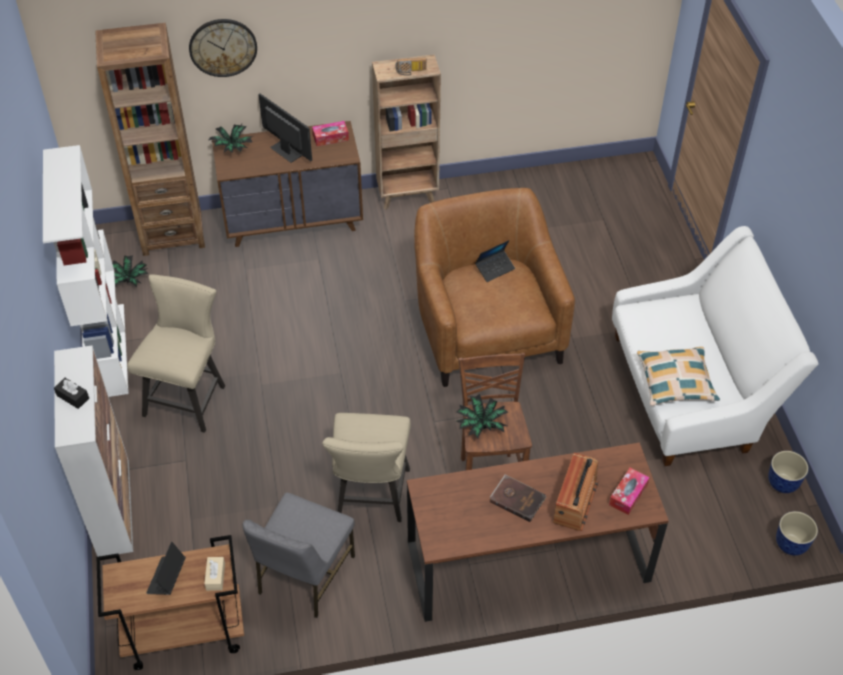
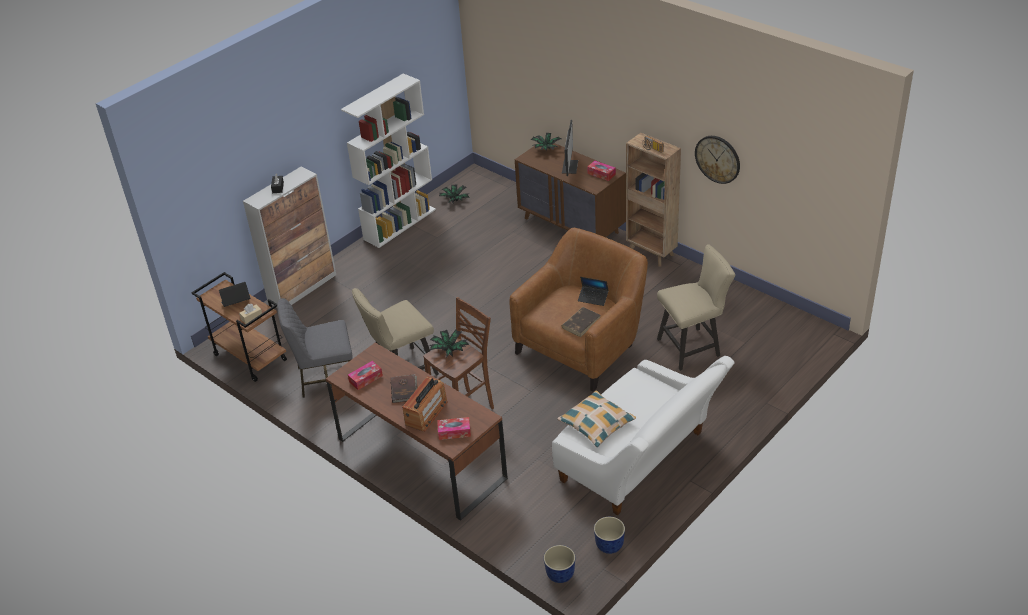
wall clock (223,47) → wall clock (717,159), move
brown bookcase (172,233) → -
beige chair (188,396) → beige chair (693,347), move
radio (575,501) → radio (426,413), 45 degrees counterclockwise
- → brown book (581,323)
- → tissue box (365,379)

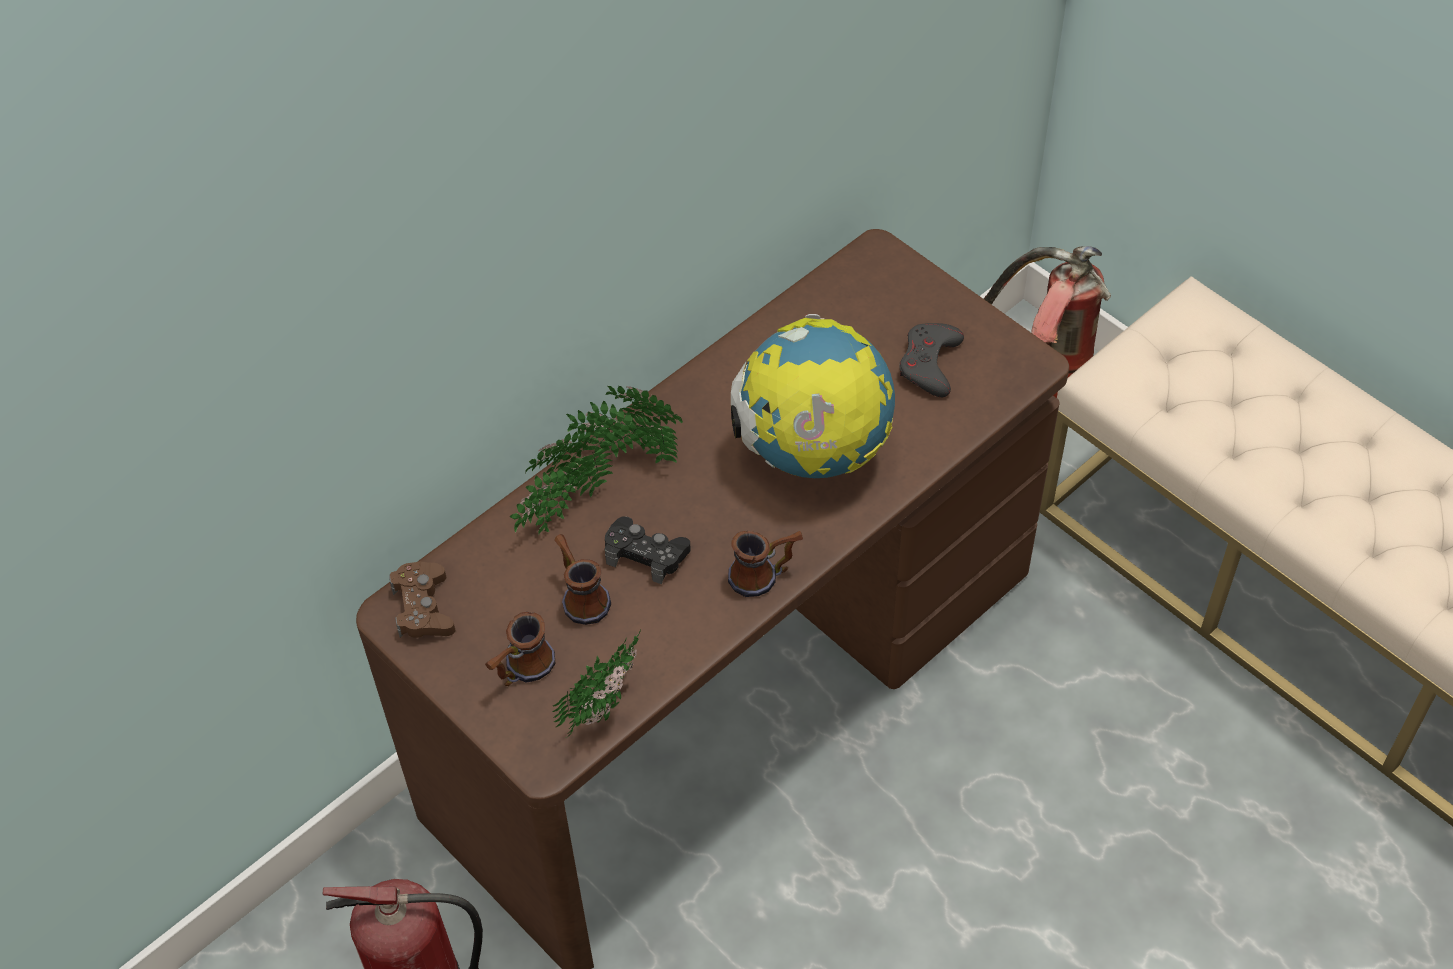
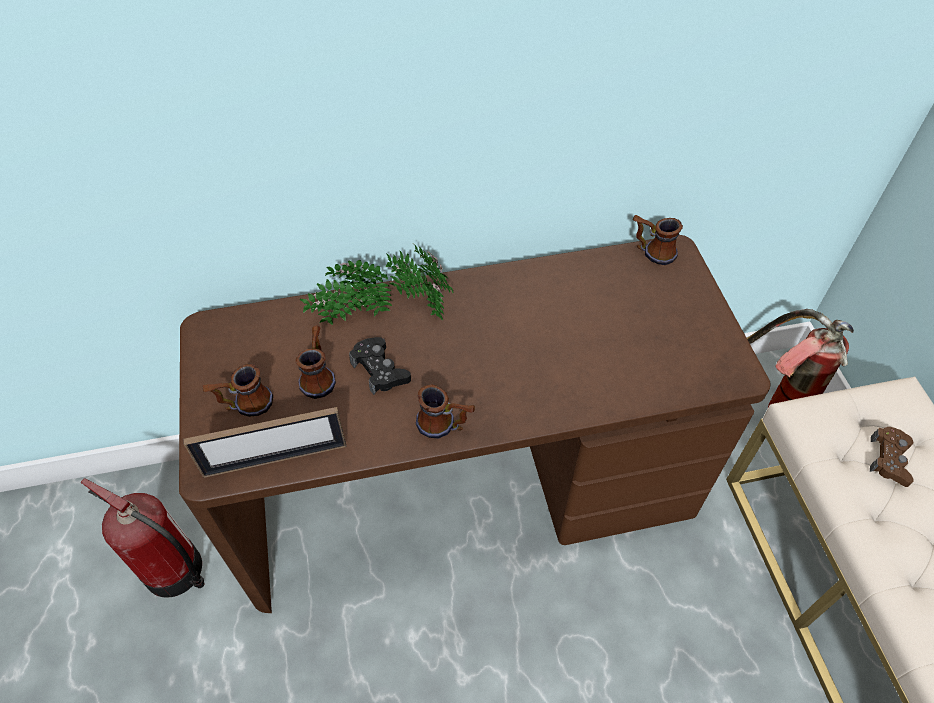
globe (813,450) → -
grey game controller (929,364) → -
brown game controller (423,608) → brown game controller (889,459), move
potted plant (608,706) → picture frame (275,459)
- → mug (651,251)

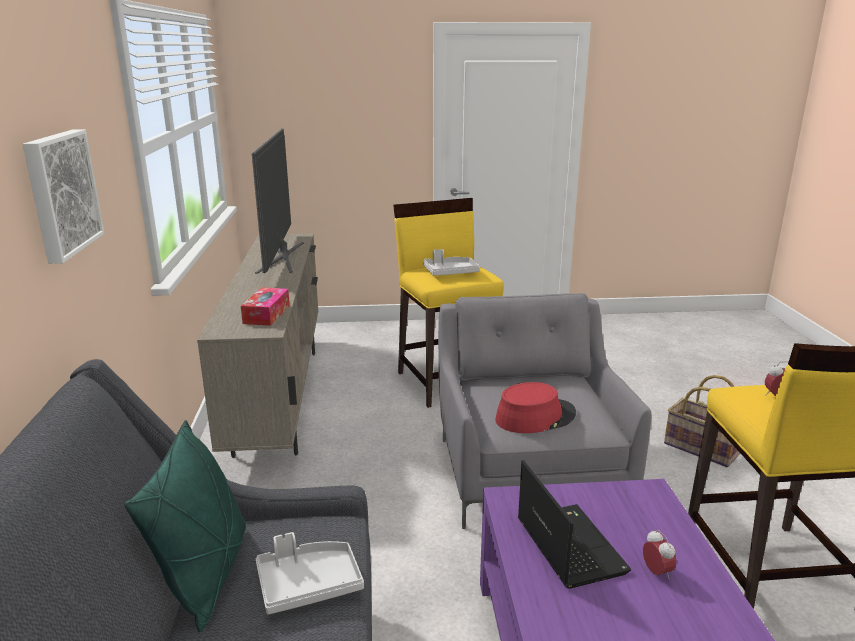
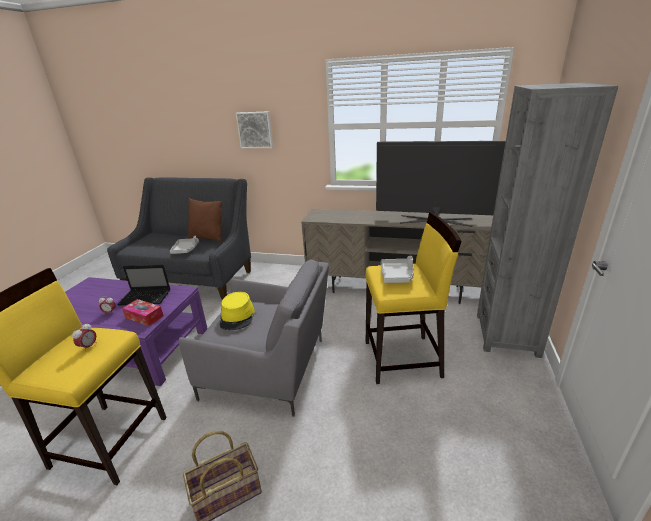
tissue box (266,314) → tissue box (144,317), move
red hat (535,417) → yellow hat (237,316)
green pillow (206,575) → brown pillow (207,238)
- → grey bookcase (507,335)

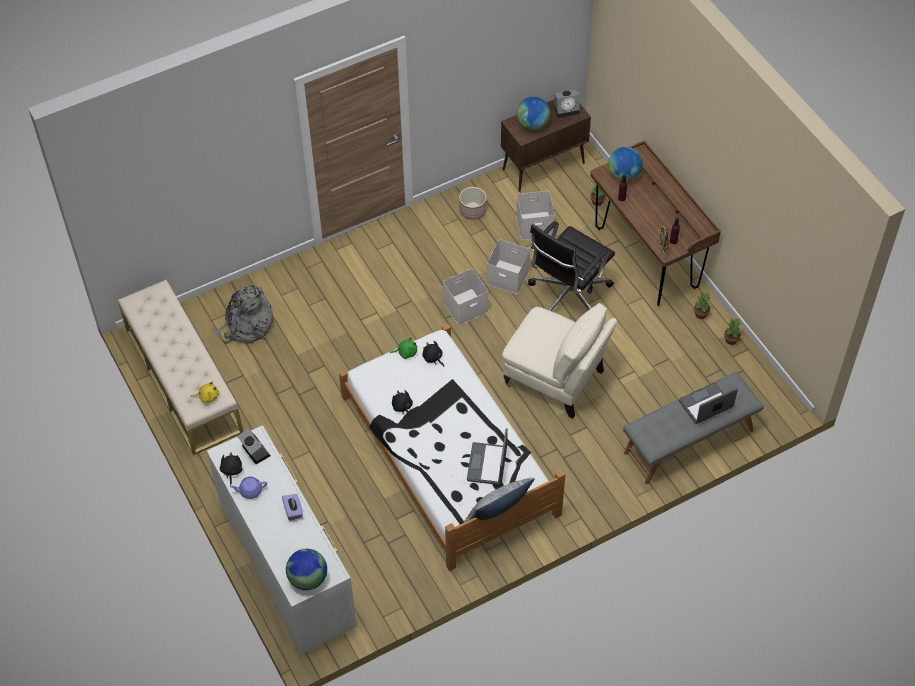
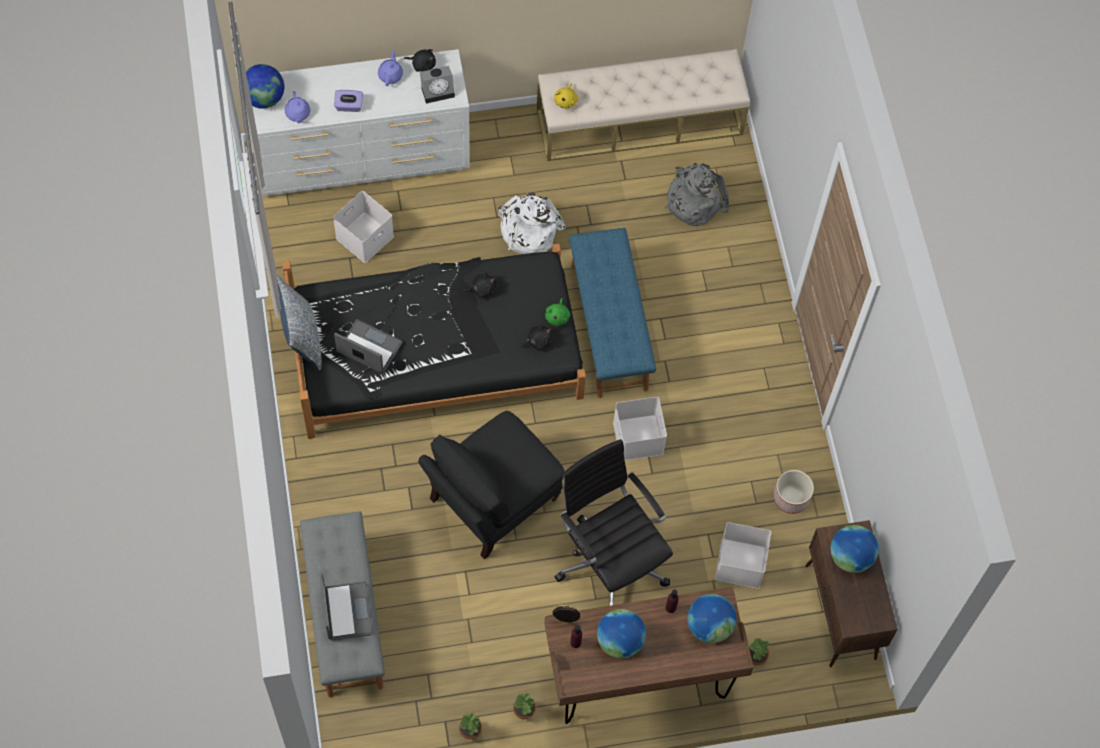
alarm clock (567,109) → -
white storage box (507,277) → white storage box (364,236), move
beige armchair (556,380) → black armchair (491,500)
white bed (449,454) → black bed (435,351)
- → purple teapot (298,114)
- → white backpack (528,230)
- → blue bench (608,326)
- → globe (619,641)

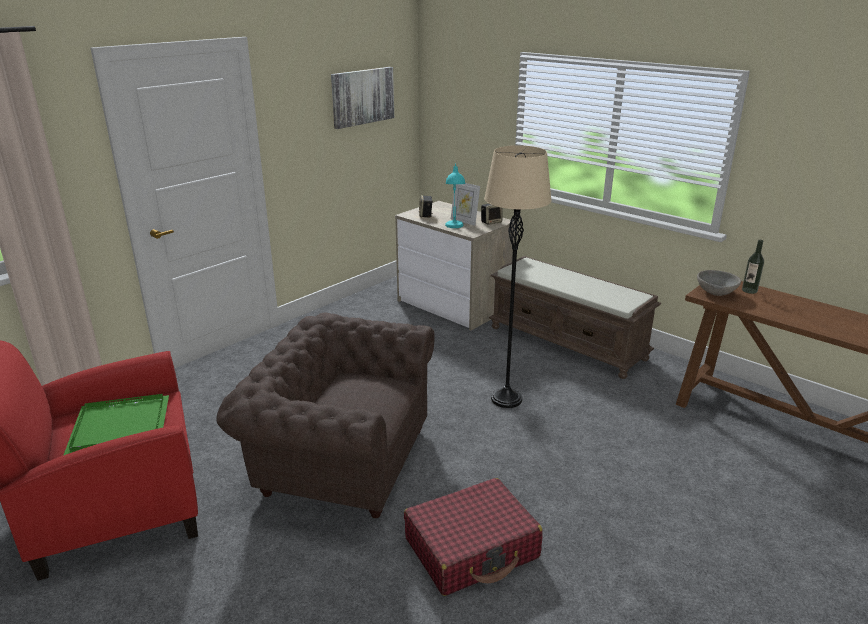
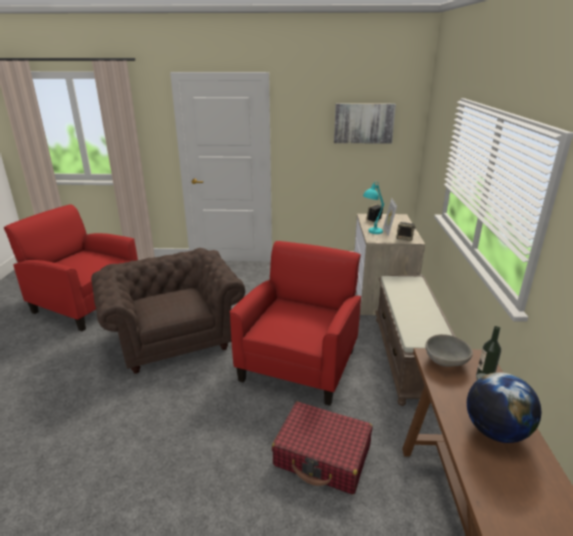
beige floor lamp (506,399) → red armchair (299,364)
green tray (122,426) → -
red suitcase (472,548) → red suitcase (322,456), move
- → globe (495,431)

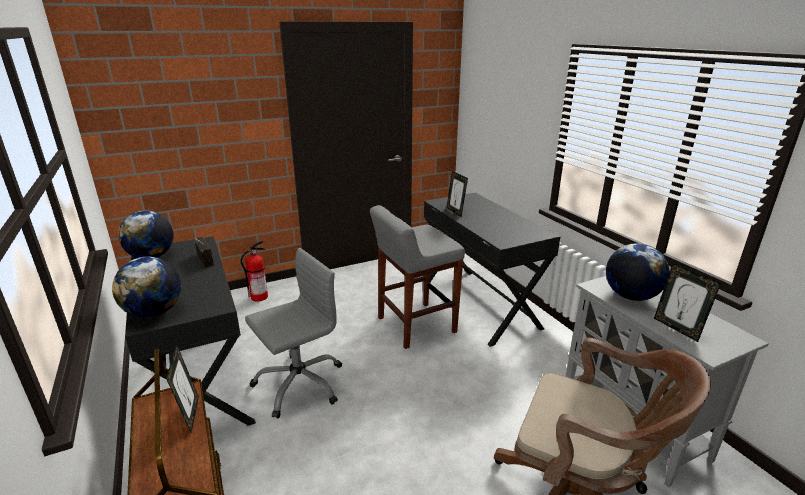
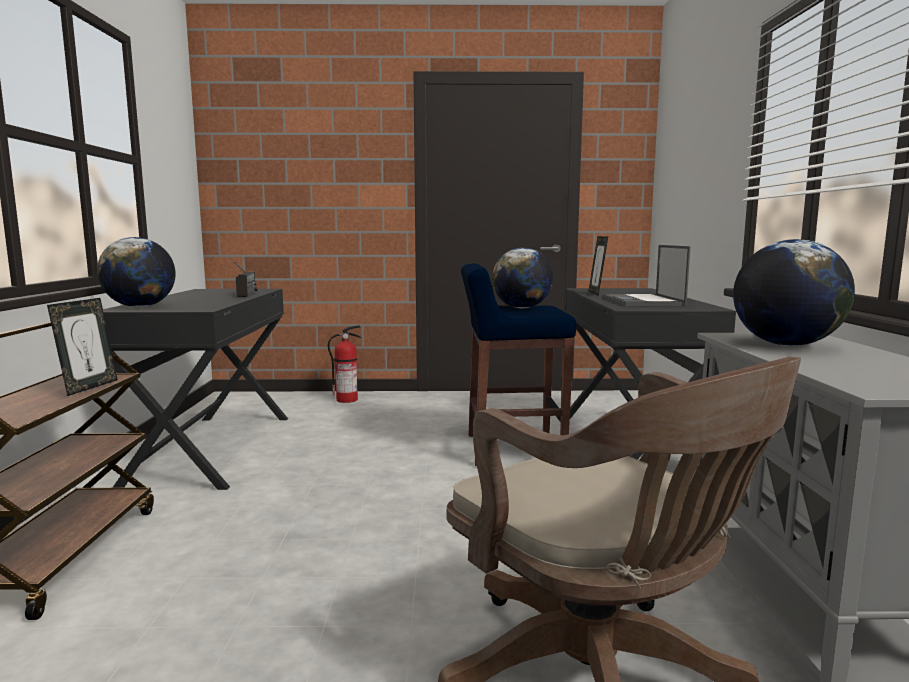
grey stool (415,325) → blue stool (512,449)
globe (152,257) → globe (522,308), move
grey office chair (299,383) → -
picture frame (677,328) → -
- → laptop (643,301)

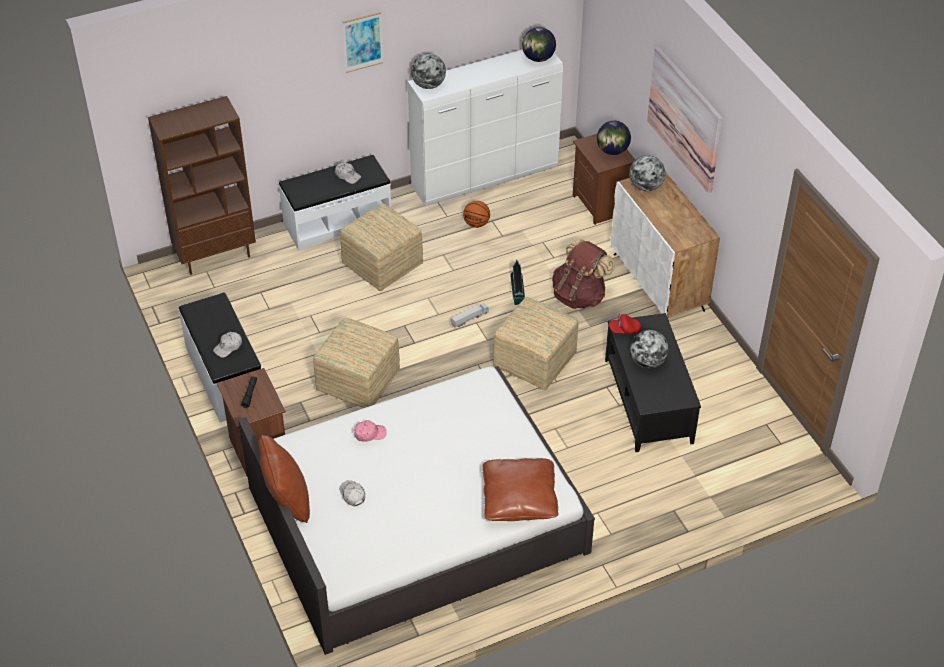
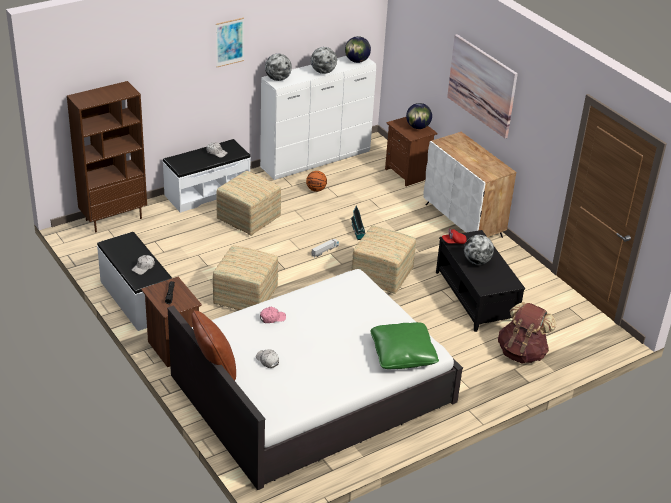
globe (645,187) → globe (323,72), move
brown backpack (579,296) → brown backpack (522,353), move
brown pillow (519,499) → green pillow (403,355)

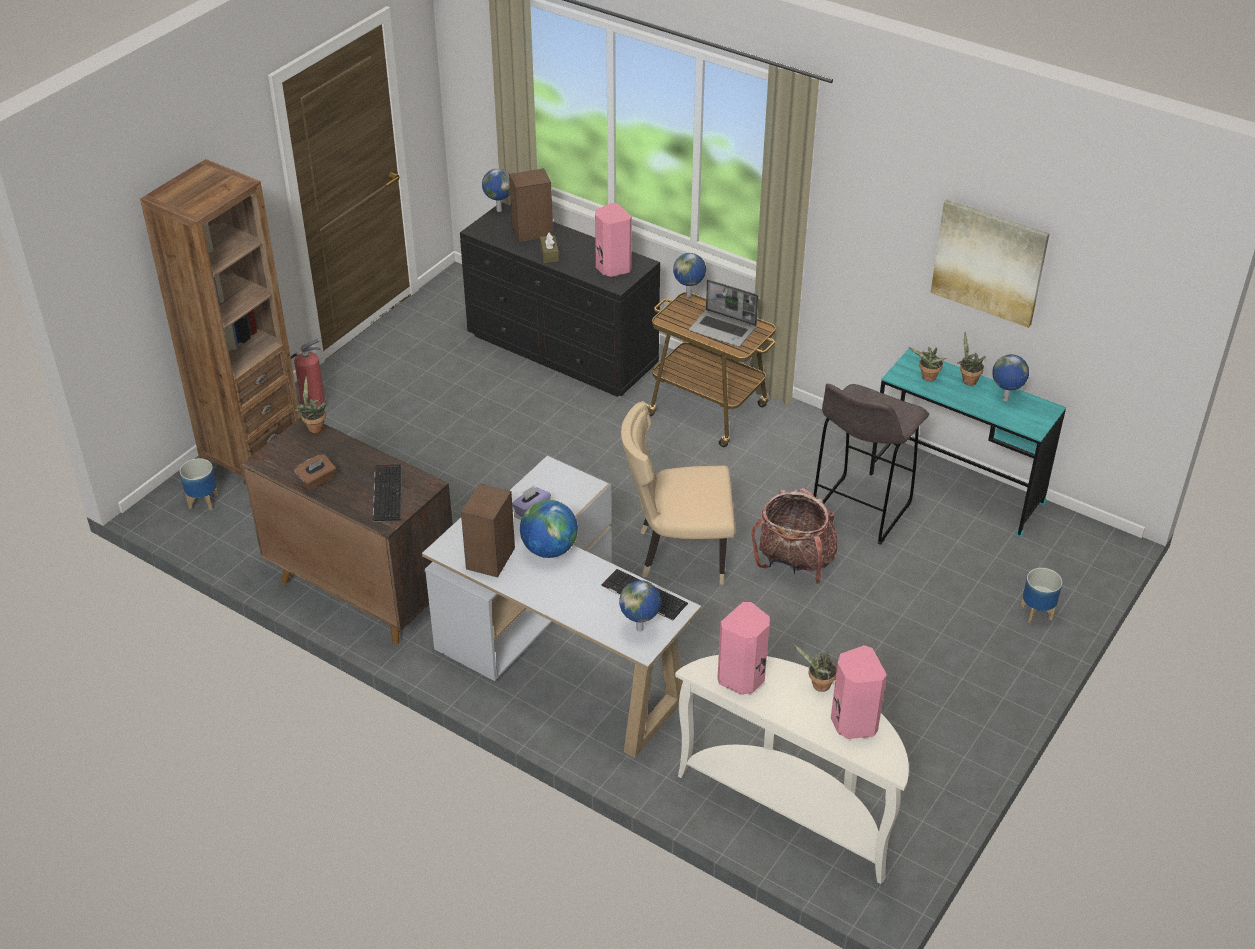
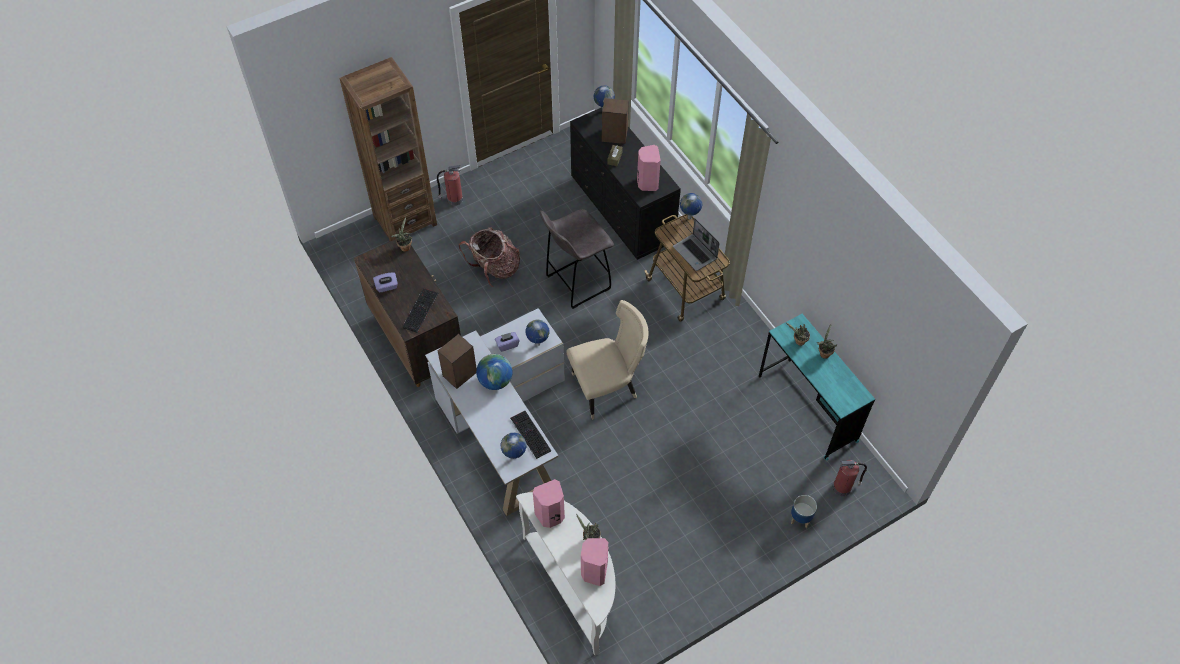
picture (989,262) → -
globe (1005,399) → globe (538,344), move
grey stool (859,512) → grey stool (576,283), move
beige chair (677,553) → beige chair (607,388), 135 degrees clockwise
brown tissue box (317,481) → purple tissue box (387,287)
planter (203,501) → -
backpack (794,563) → backpack (495,269), move
- → fire extinguisher (843,487)

